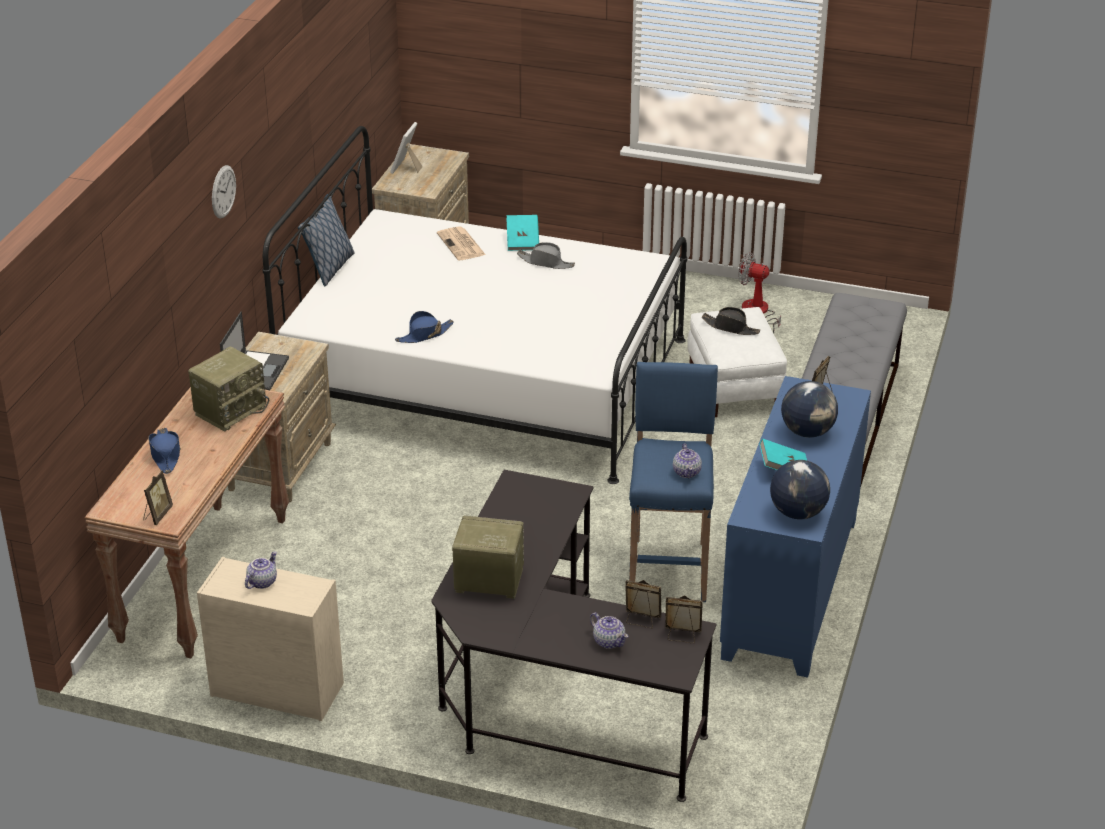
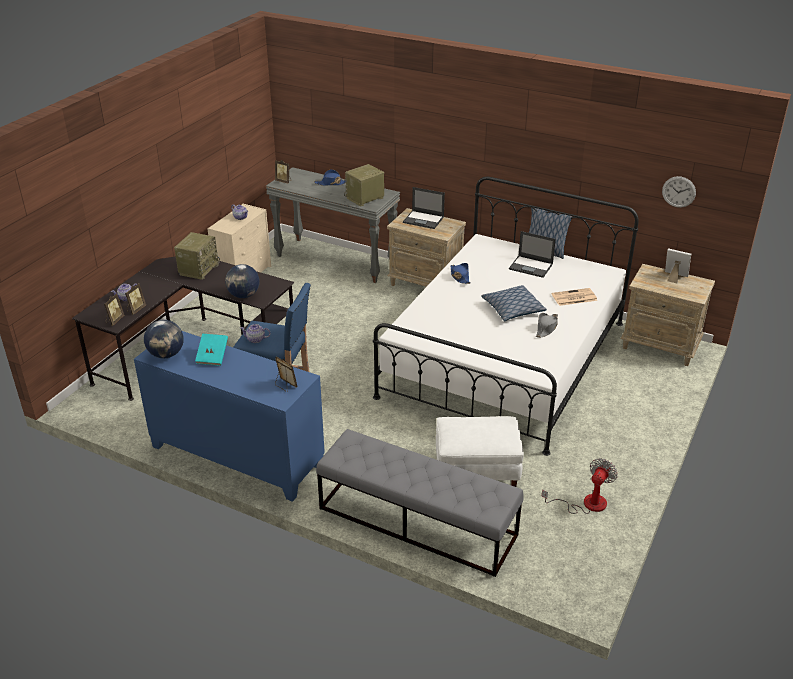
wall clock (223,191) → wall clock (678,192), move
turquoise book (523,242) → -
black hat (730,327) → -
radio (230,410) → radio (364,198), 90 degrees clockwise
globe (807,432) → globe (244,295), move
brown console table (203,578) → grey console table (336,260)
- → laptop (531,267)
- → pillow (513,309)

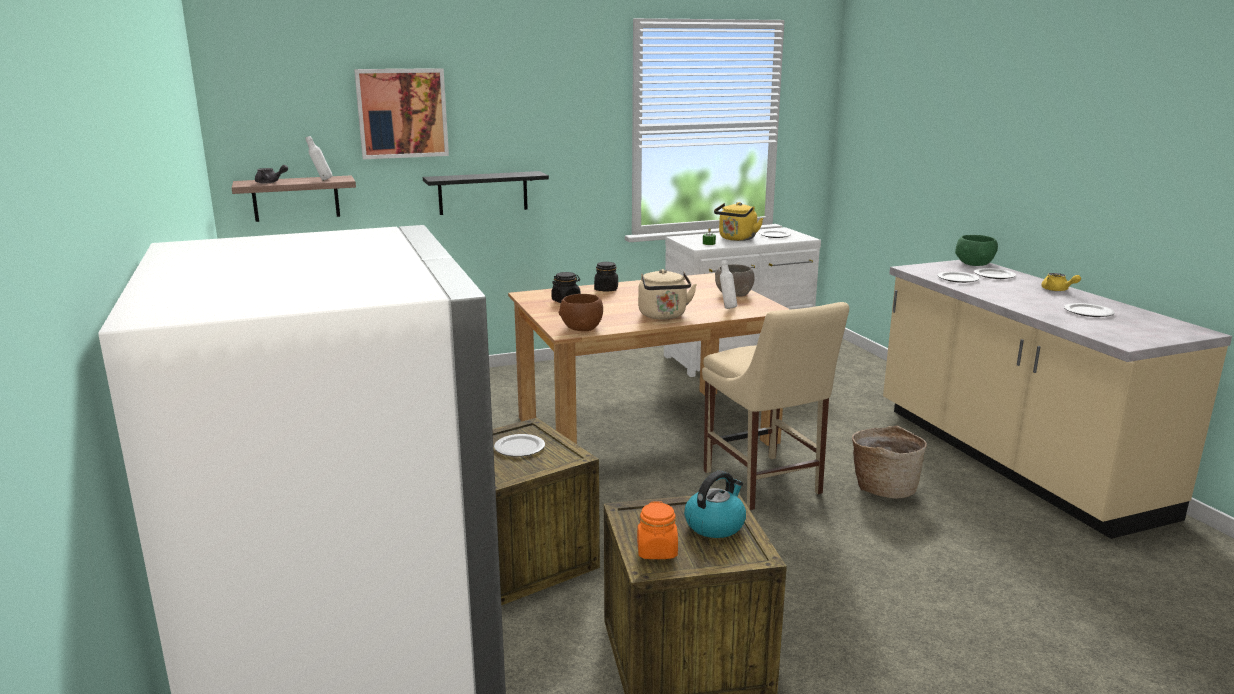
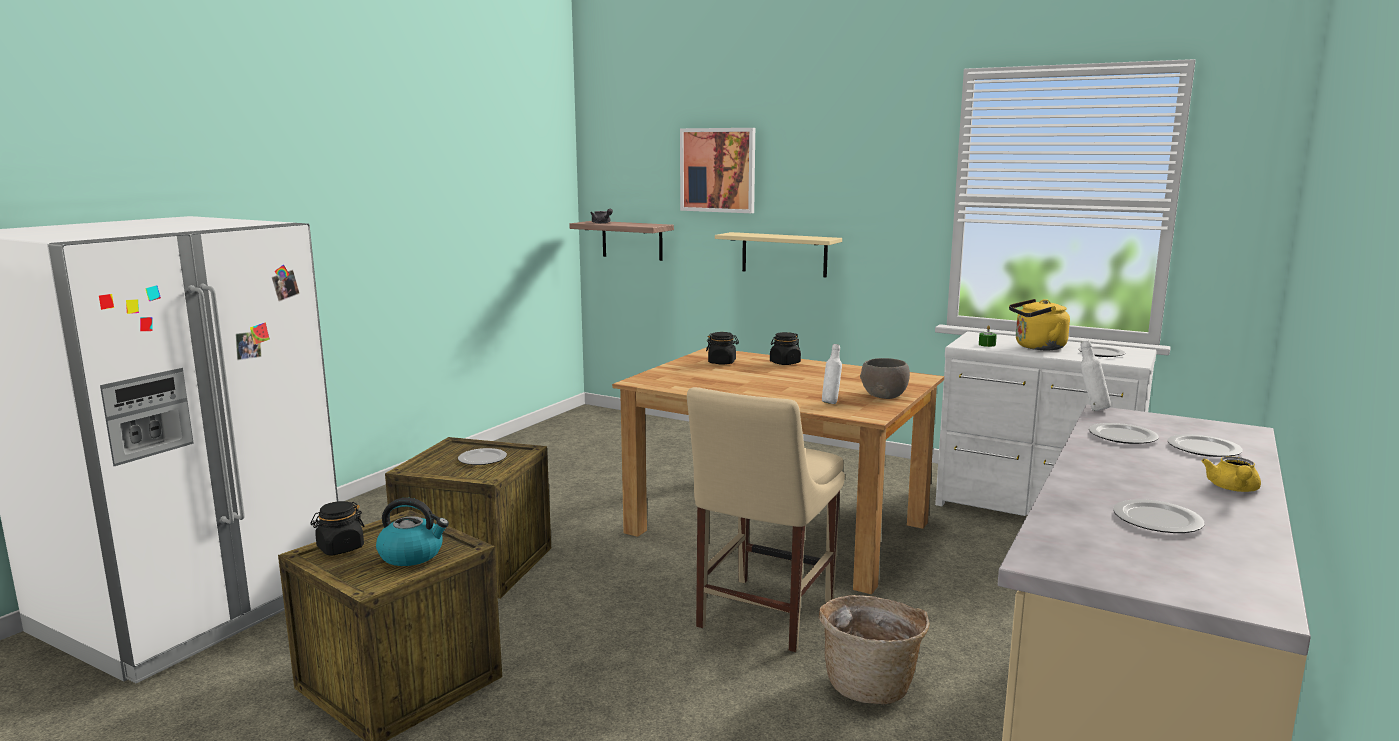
white bottle (321,180) → white bottle (1091,409), move
black shelf (483,193) → beige shelf (784,254)
green bowl (974,264) → -
beige kettle (663,316) → -
brown bowl (581,328) → -
orange jar (657,551) → black jar (340,548)

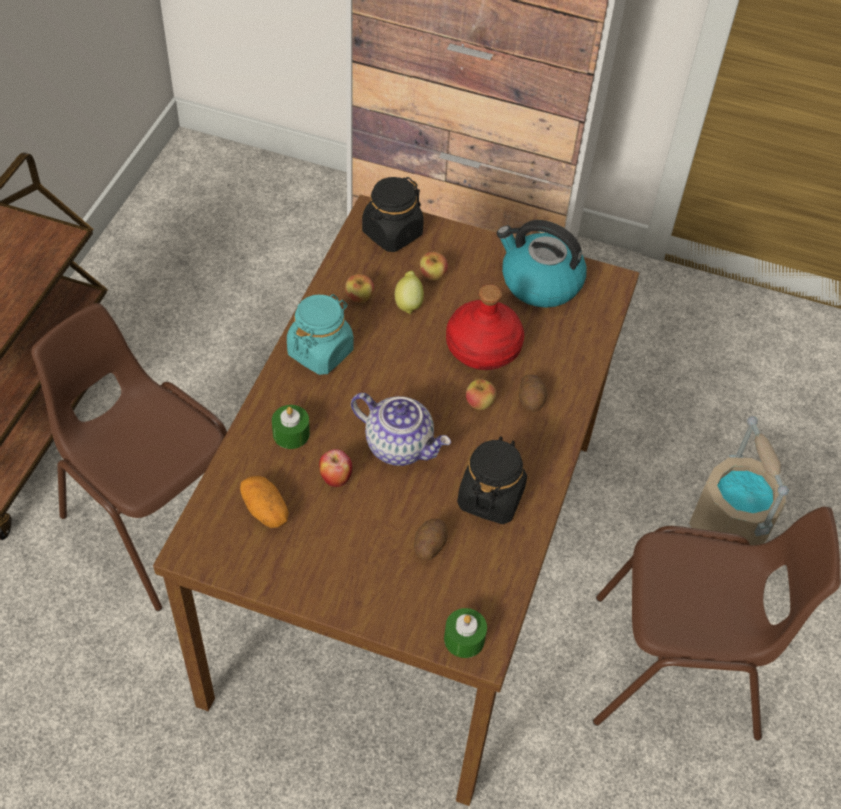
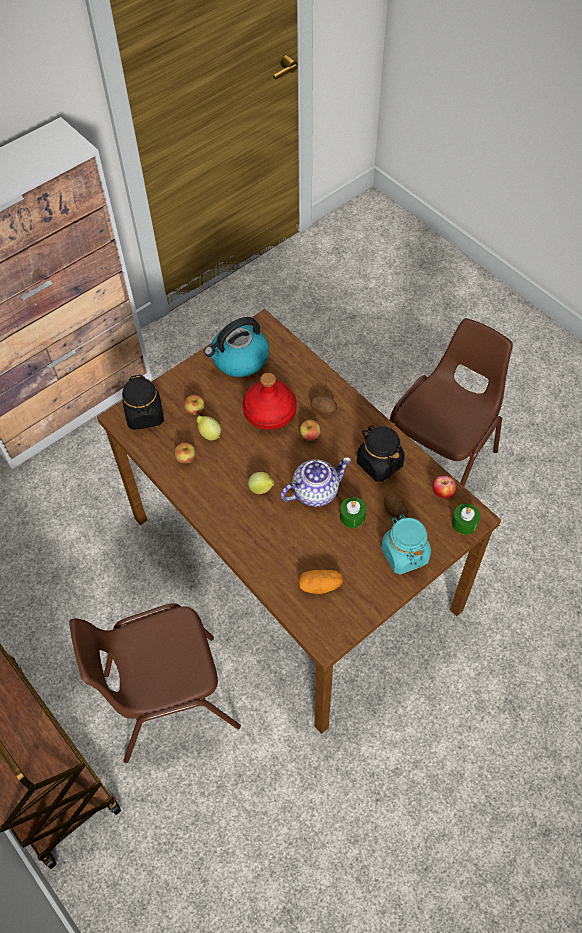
turquoise jar (320,352) → turquoise jar (404,554), move
green candle (291,434) → green candle (352,516), move
beige bucket (728,530) → -
apple (335,478) → apple (442,493), move
- → lemon (262,489)

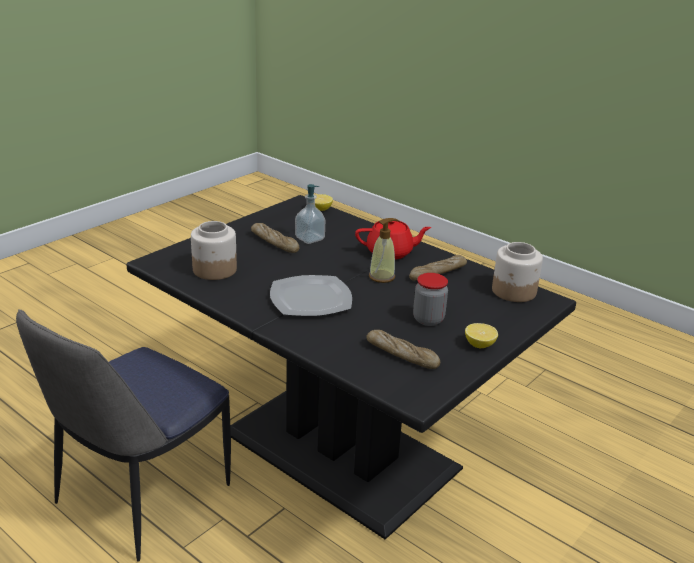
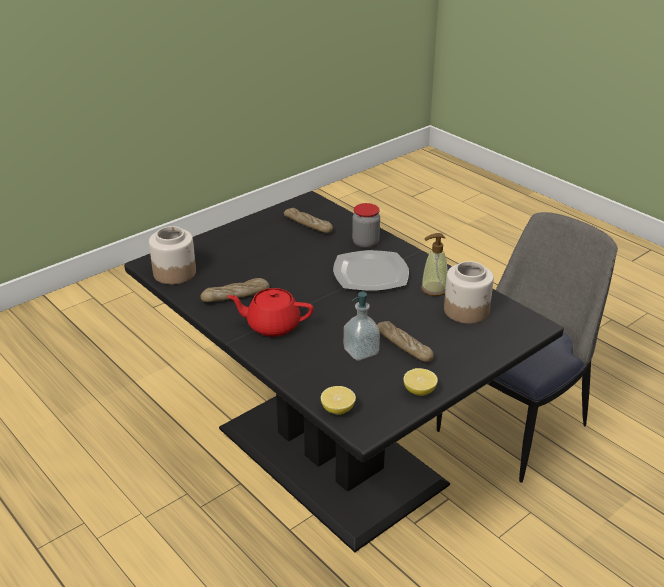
soap dispenser (382,277) → soap dispenser (434,289), move
jar (428,319) → jar (365,243), move
lemon (479,345) → lemon (419,391), move

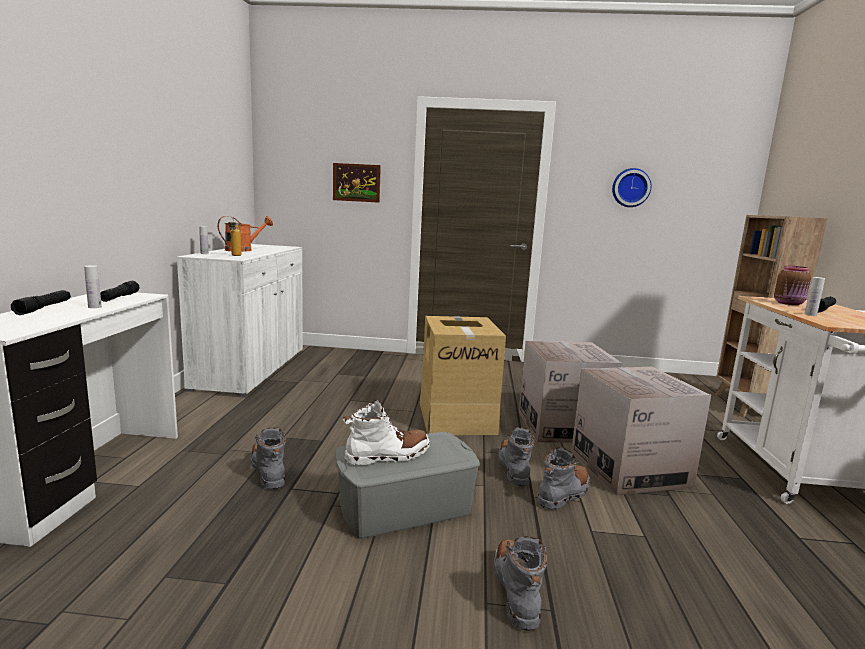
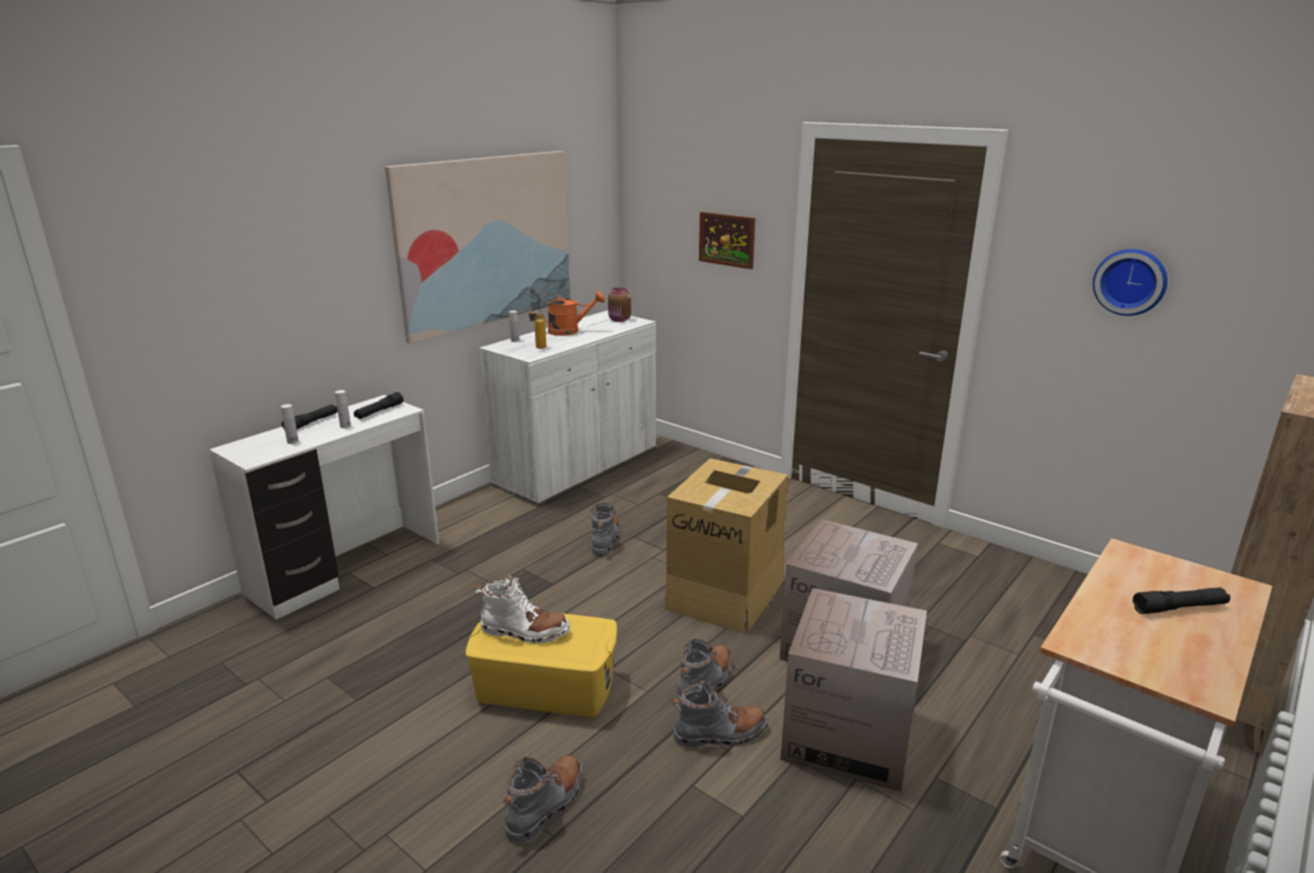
brown jar (789,303) → brown jar (619,320), move
white bottle (810,314) → white bottle (293,441), move
grey boot (268,471) → grey boot (605,539), move
grey storage box (404,507) → yellow storage box (546,685)
- → picture (486,241)

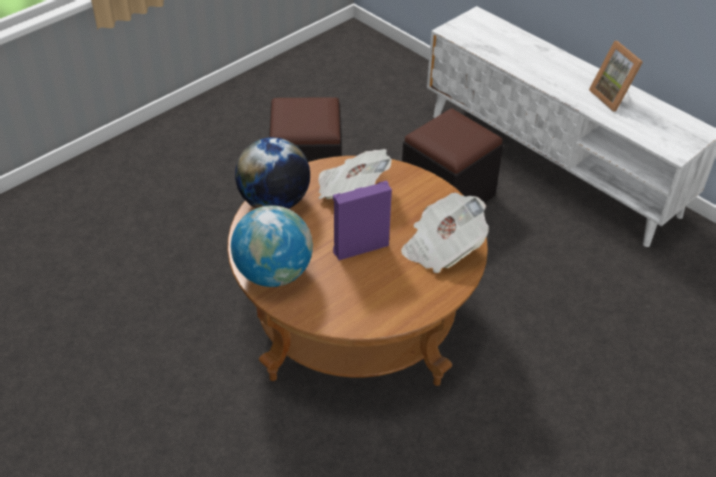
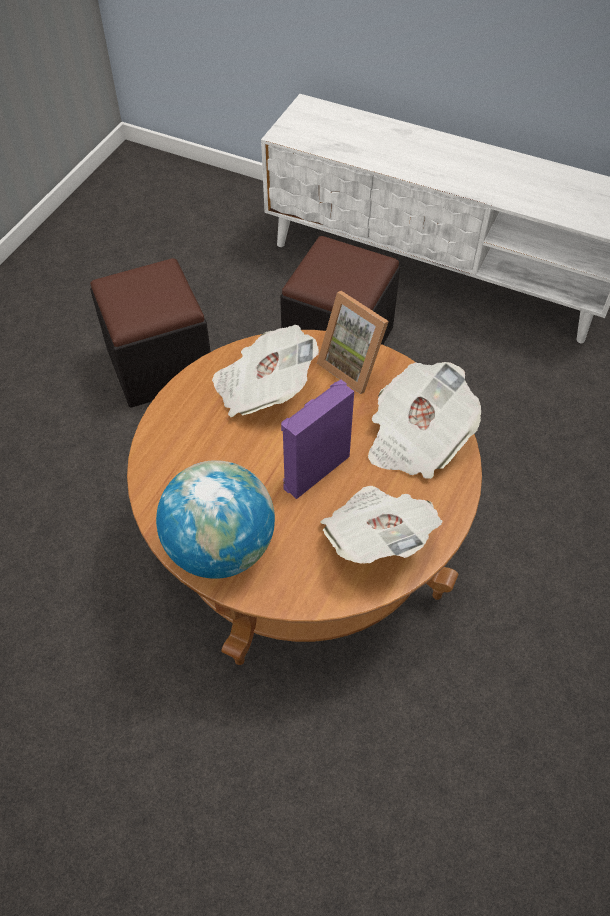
picture frame (613,97) → picture frame (354,366), move
globe (274,203) → -
- → newspaper (376,537)

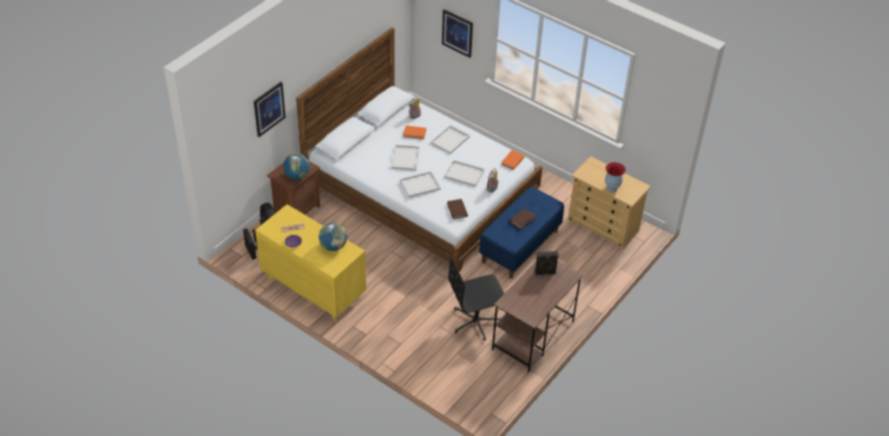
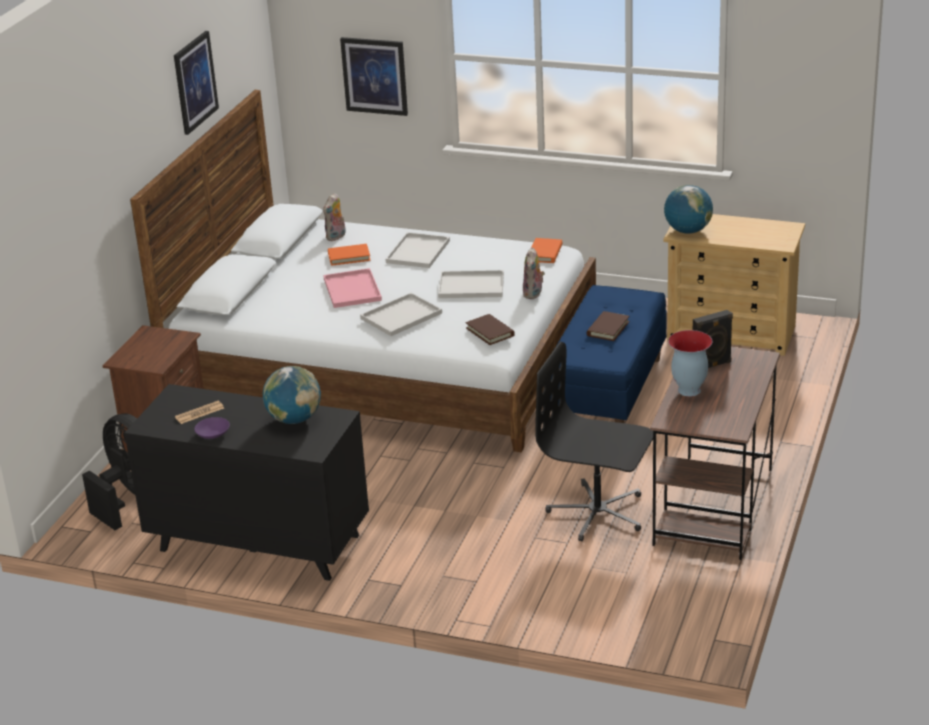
picture (269,109) → picture (195,82), move
white tray (405,158) → pink tray (353,290)
globe (297,176) → globe (688,231), move
vase (611,188) → vase (688,390), move
yellow dresser (313,288) → black dresser (258,543)
black office chair (476,321) → black office chair (597,513), 60 degrees clockwise

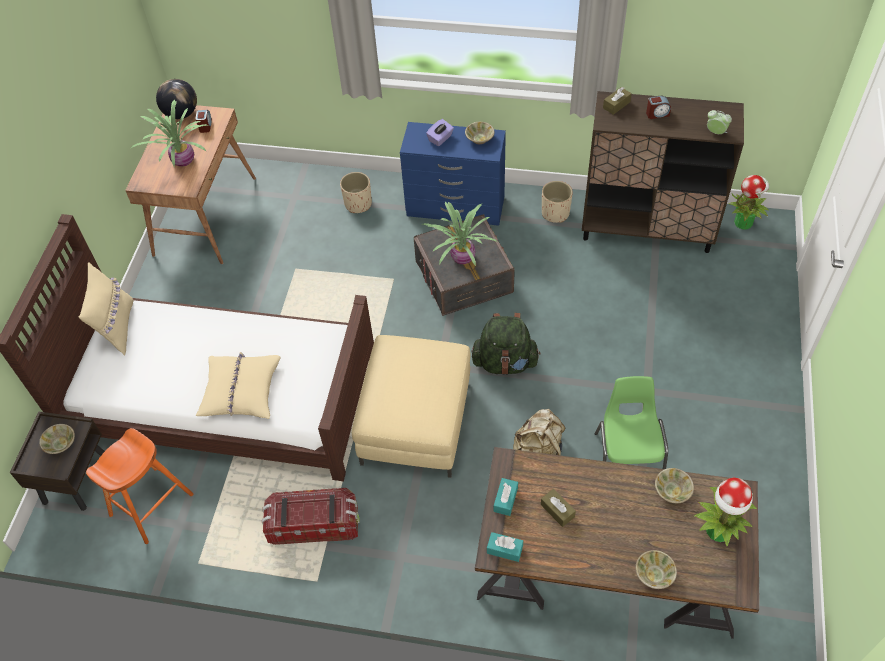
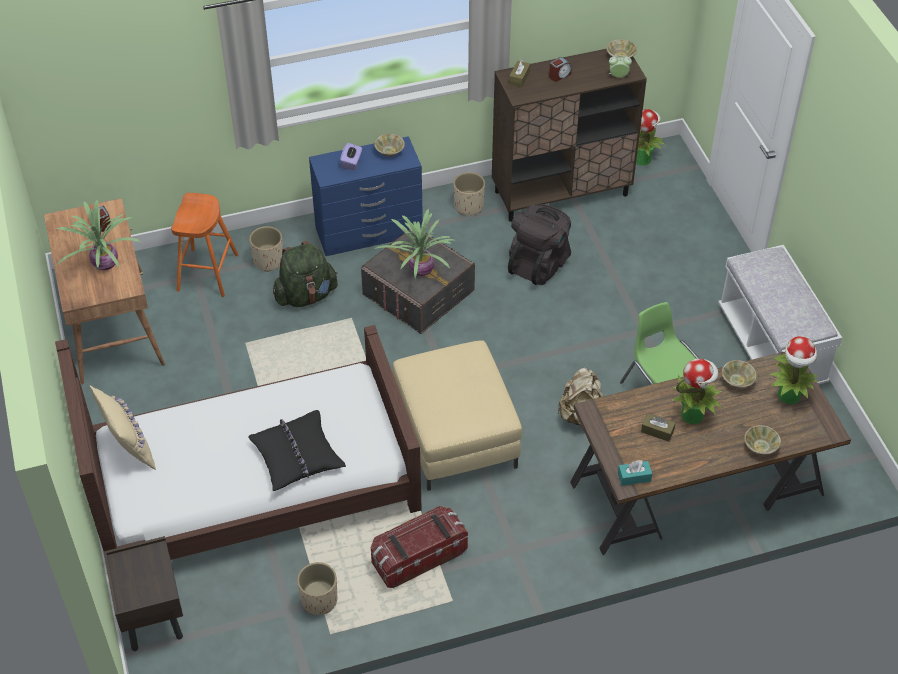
globe (181,114) → -
green backpack (505,362) → green backpack (306,295), move
beige pillow (241,391) → black pillow (297,456)
beige bowl (61,444) → beige bowl (621,57), move
orange stool (151,504) → orange stool (207,272), move
turquoise tissue box (505,499) → -
- → black backpack (539,264)
- → white bench (771,347)
- → potted plant (693,414)
- → beige planter (319,600)

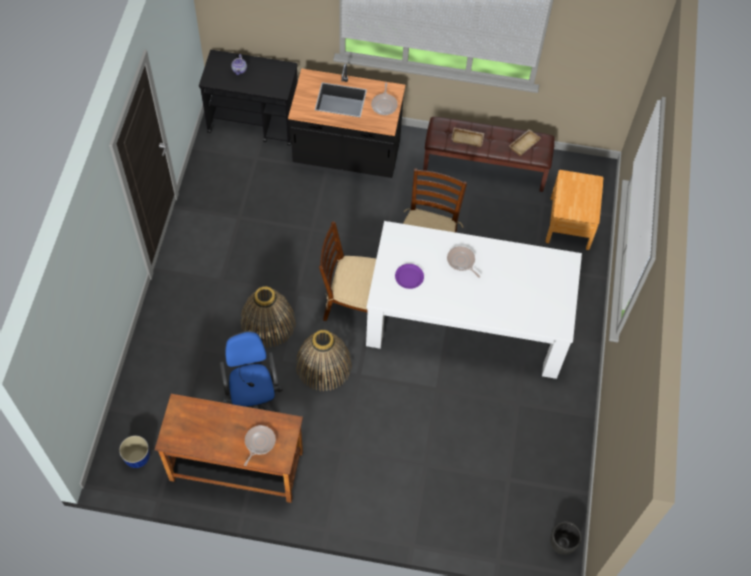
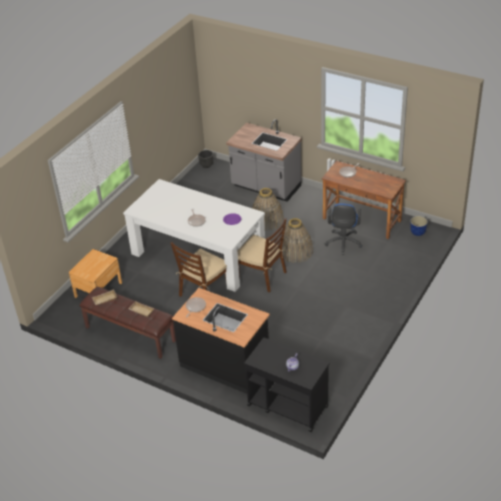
basket (268,323) → basket (267,220), move
- → grey counter (266,187)

